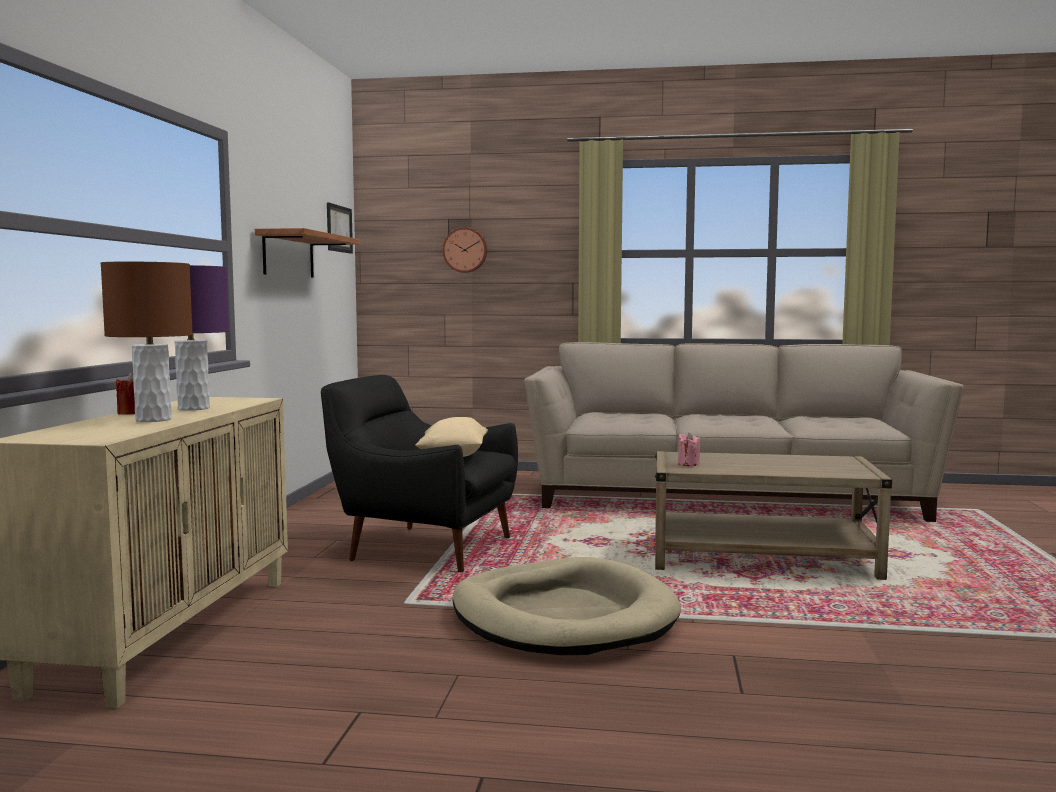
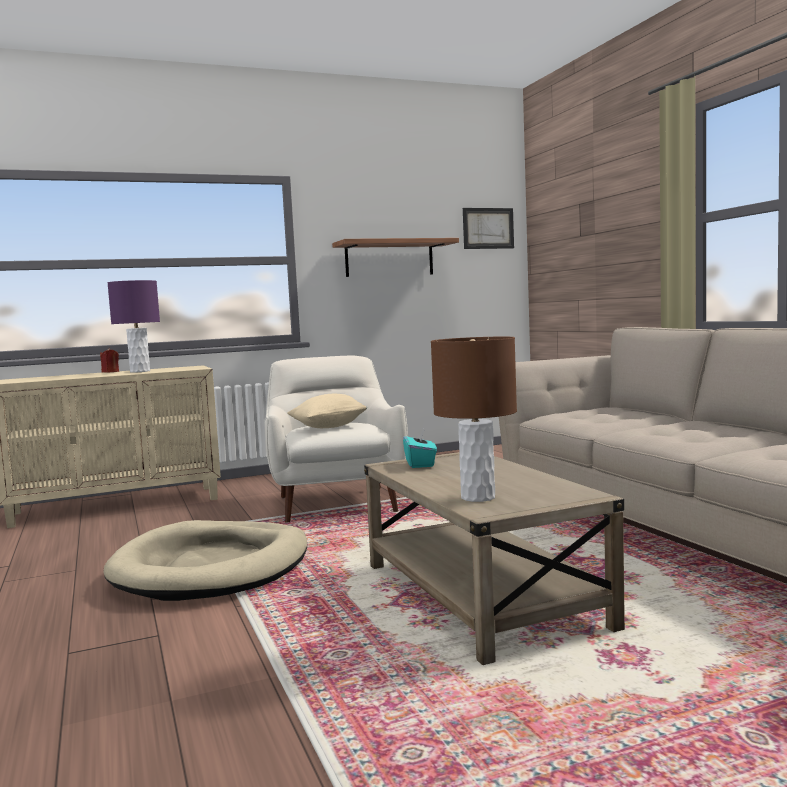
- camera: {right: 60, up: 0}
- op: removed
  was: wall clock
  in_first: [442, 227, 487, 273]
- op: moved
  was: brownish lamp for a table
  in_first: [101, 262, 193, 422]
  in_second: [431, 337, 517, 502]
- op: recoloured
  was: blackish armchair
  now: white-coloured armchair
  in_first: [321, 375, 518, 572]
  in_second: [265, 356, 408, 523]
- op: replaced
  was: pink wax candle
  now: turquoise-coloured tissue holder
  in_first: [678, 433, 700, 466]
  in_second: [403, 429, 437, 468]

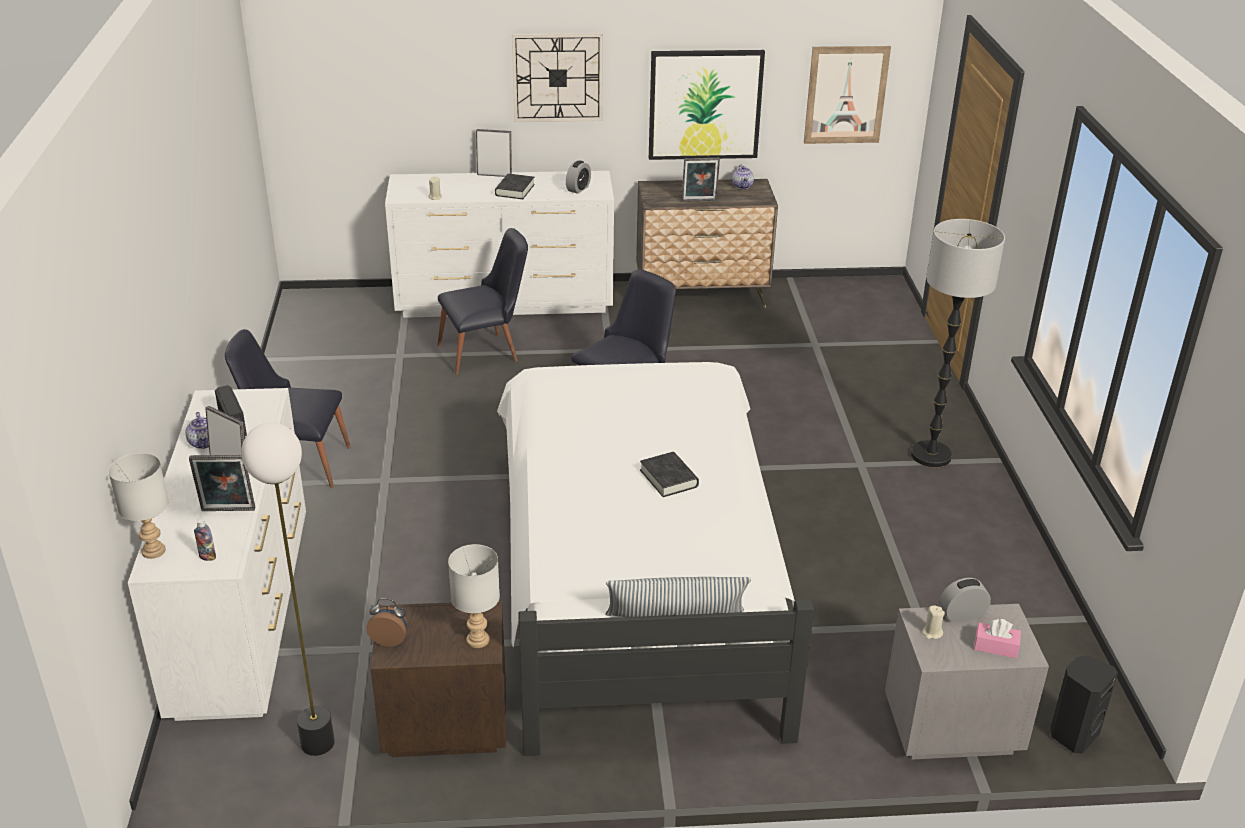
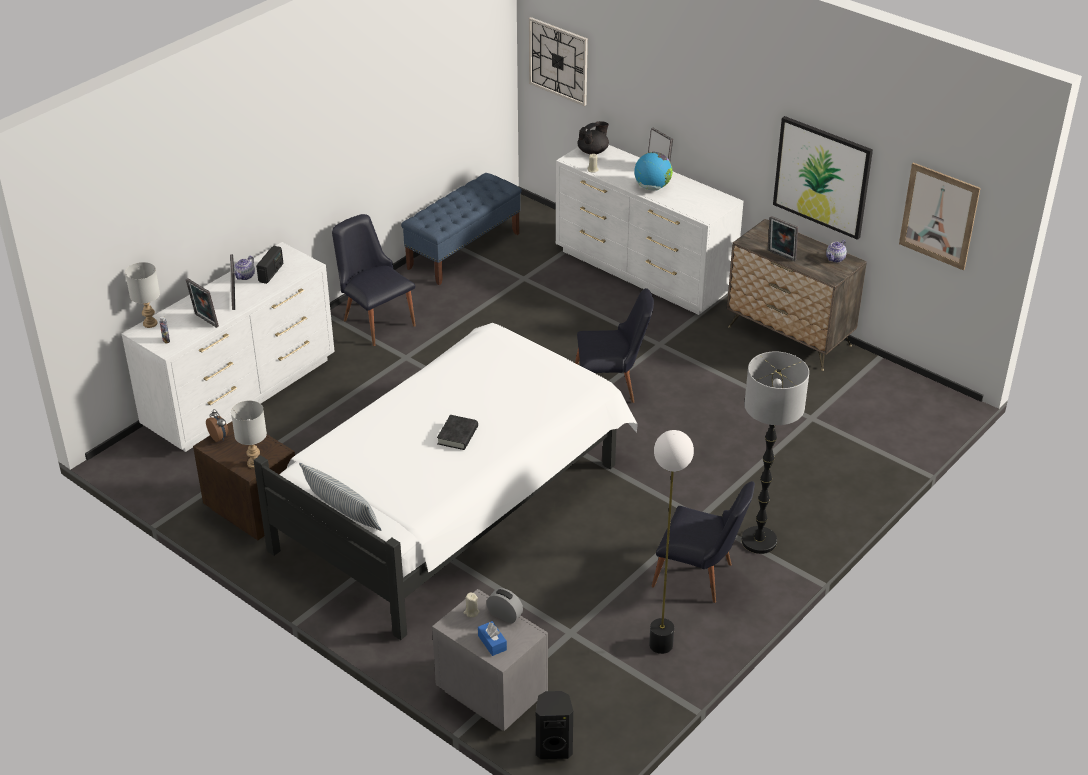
- camera: {right: 45, up: 5}
- op: moved
  was: wall clock
  in_first: [512, 33, 603, 122]
  in_second: [529, 17, 588, 106]
- op: removed
  was: table clock
  in_first: [566, 160, 591, 194]
- op: replaced
  was: blackish volume
  now: globe
  in_first: [495, 174, 535, 199]
  in_second: [634, 152, 673, 191]
- op: moved
  was: blackish upright chair
  in_first: [437, 228, 528, 375]
  in_second: [652, 481, 755, 603]
- op: moved
  was: floor lamp
  in_first: [241, 422, 335, 756]
  in_second: [649, 430, 694, 654]
- op: recoloured
  was: pink tissue holder
  now: blue-coloured tissue holder
  in_first: [974, 619, 1021, 658]
  in_second: [478, 621, 507, 656]
- op: added
  now: blackish pot for tea
  in_second: [578, 121, 609, 154]
- op: added
  now: blue-coloured bench
  in_second: [401, 173, 522, 285]

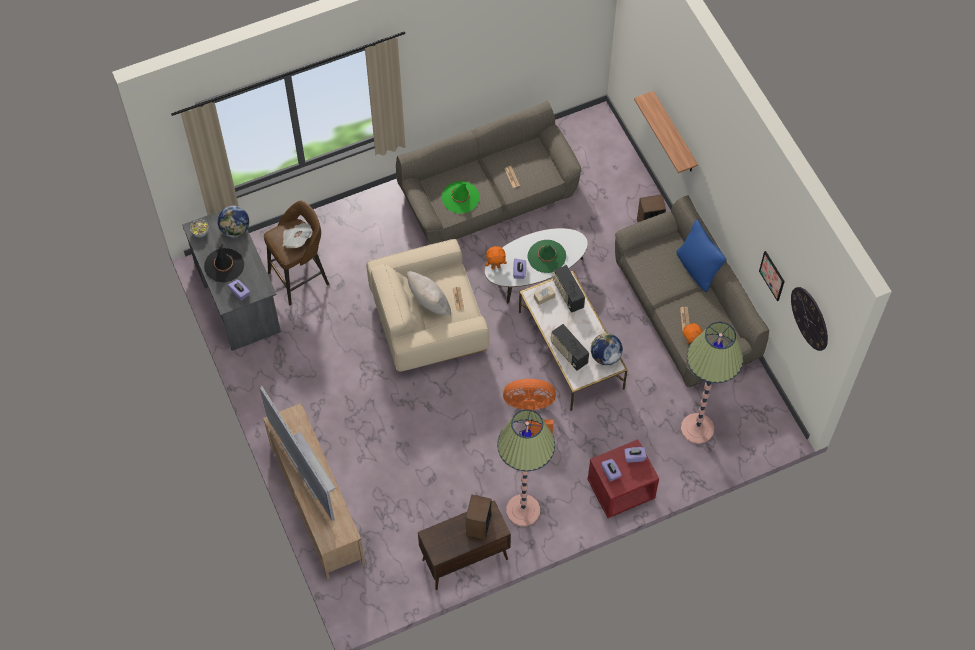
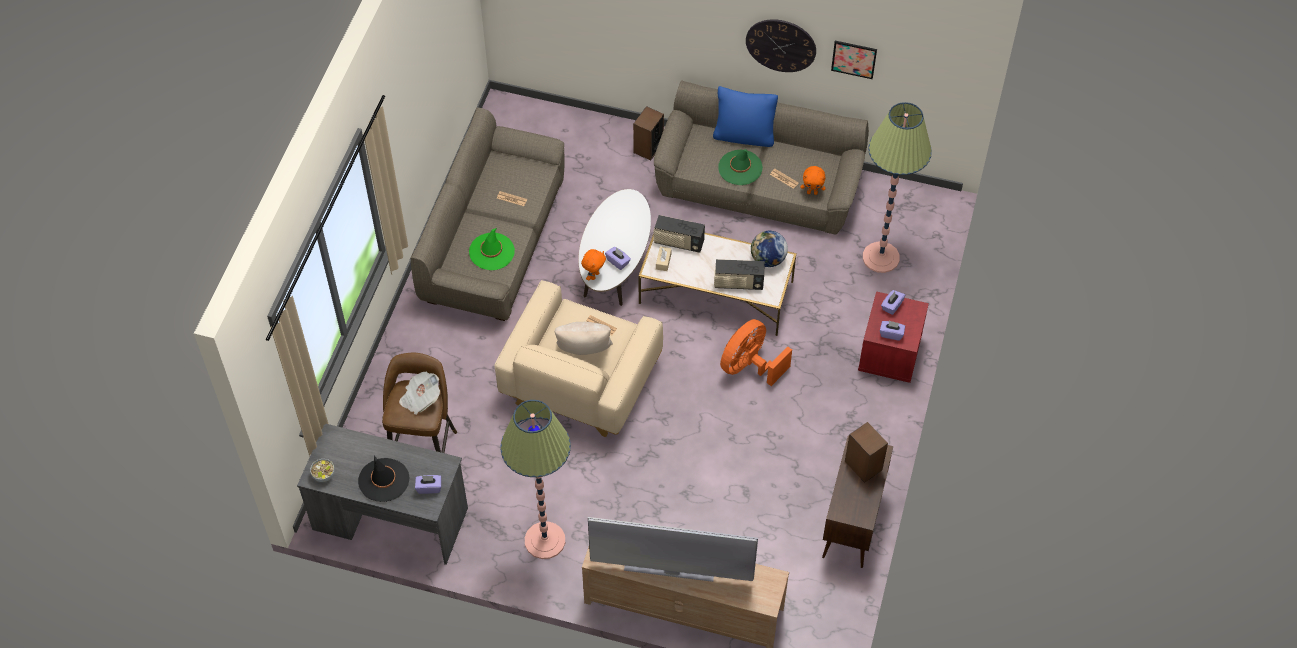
- camera: {right: -50, up: -5}
- op: removed
  was: shelf
  in_first: [634, 91, 698, 173]
- op: removed
  was: globe
  in_first: [218, 206, 249, 237]
- op: moved
  was: greenish wearable hat
  in_first: [528, 240, 566, 273]
  in_second: [718, 149, 763, 185]
- op: moved
  was: wall clock
  in_first: [791, 287, 828, 351]
  in_second: [746, 19, 816, 72]
- op: moved
  was: floor lamp
  in_first: [497, 409, 555, 526]
  in_second: [500, 400, 571, 559]

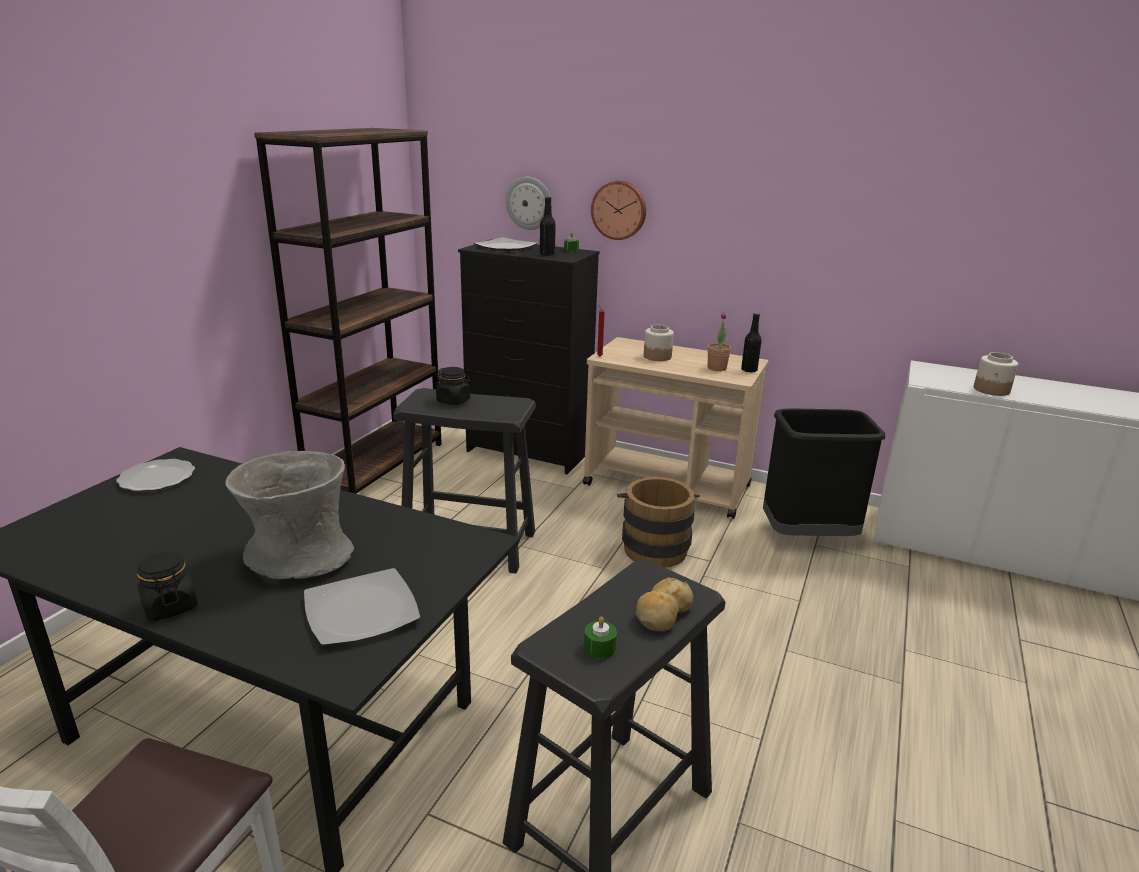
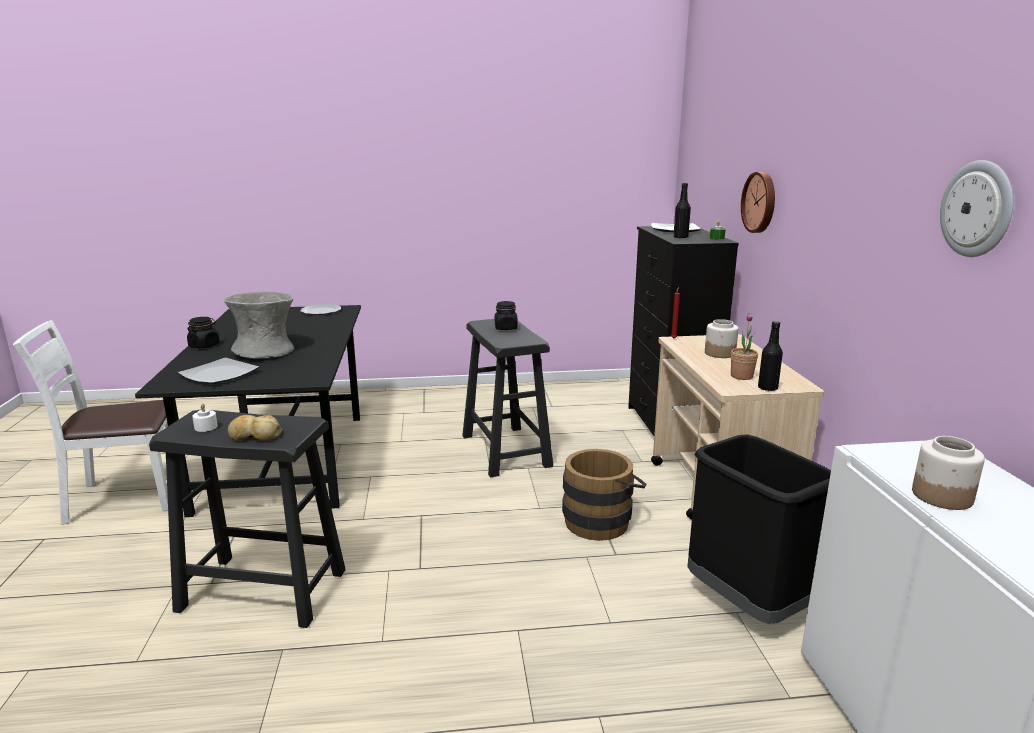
- camera: {right: 60, up: -5}
- op: removed
  was: brownish bookcase
  in_first: [254, 128, 442, 494]
- op: moved
  was: wall clock
  in_first: [506, 177, 552, 230]
  in_second: [940, 160, 1014, 257]
- op: recoloured
  was: greenish wax candle
  now: white-coloured wax candle
  in_first: [584, 616, 617, 659]
  in_second: [192, 404, 218, 432]

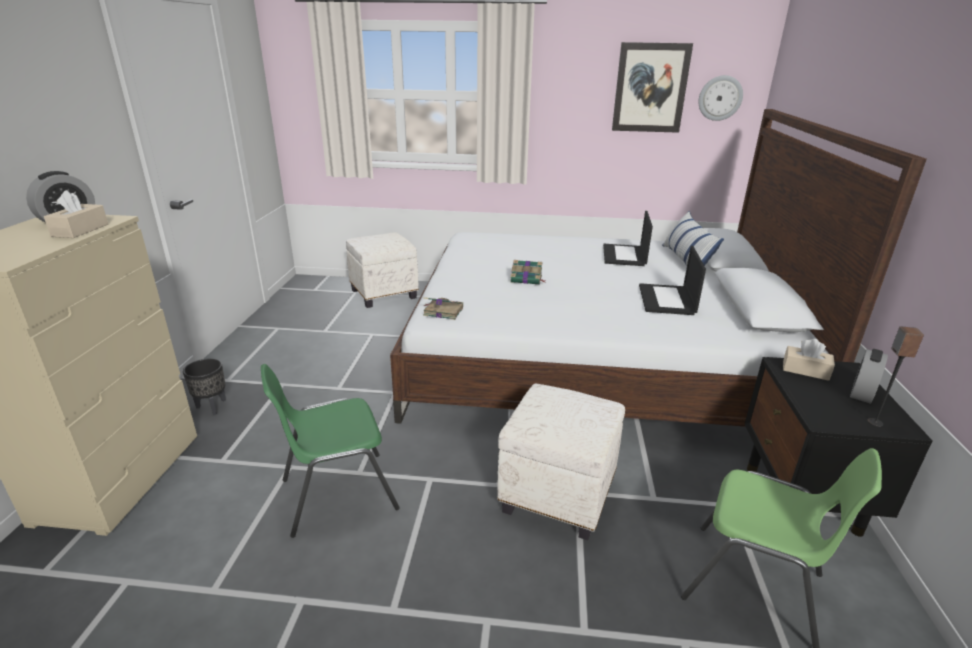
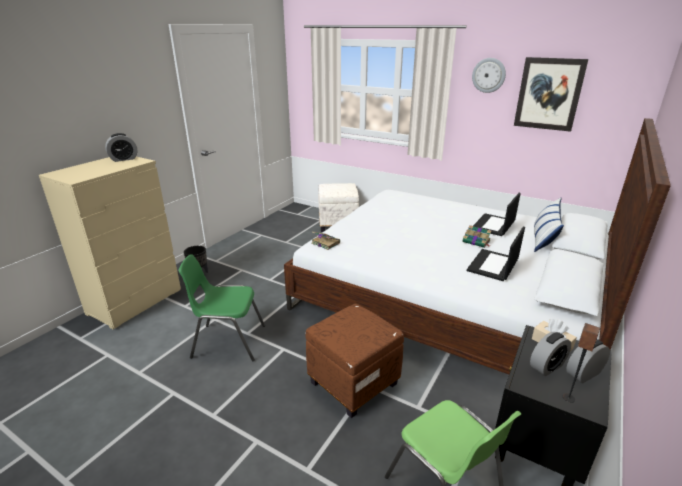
- camera: {right: 25, up: 0}
- op: moved
  was: wall clock
  in_first: [698, 75, 743, 121]
  in_second: [472, 58, 506, 93]
- op: removed
  was: sand-coloured tissue holder
  in_first: [44, 190, 108, 238]
- op: moved
  was: volume
  in_first: [510, 260, 545, 285]
  in_second: [463, 225, 491, 248]
- op: recoloured
  was: white-coloured footrest
  now: brownish footrest
  in_first: [497, 384, 625, 540]
  in_second: [306, 304, 404, 418]
- op: added
  now: table clock
  in_second: [530, 332, 571, 376]

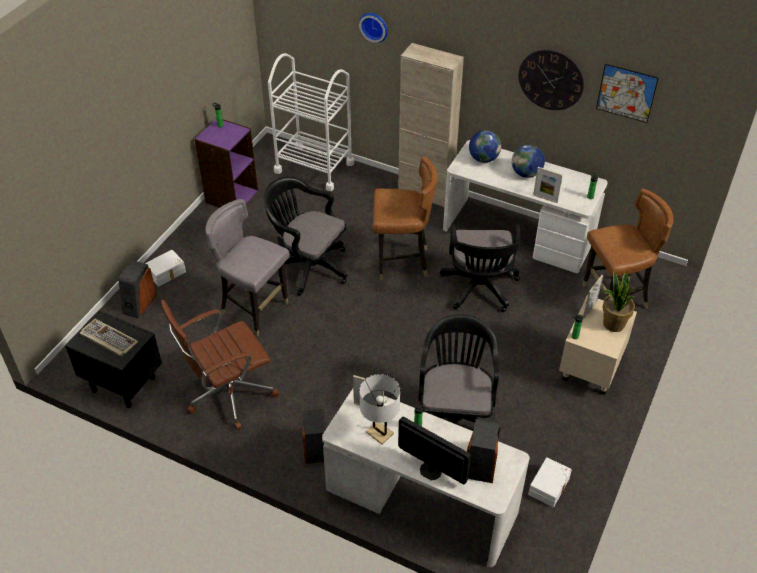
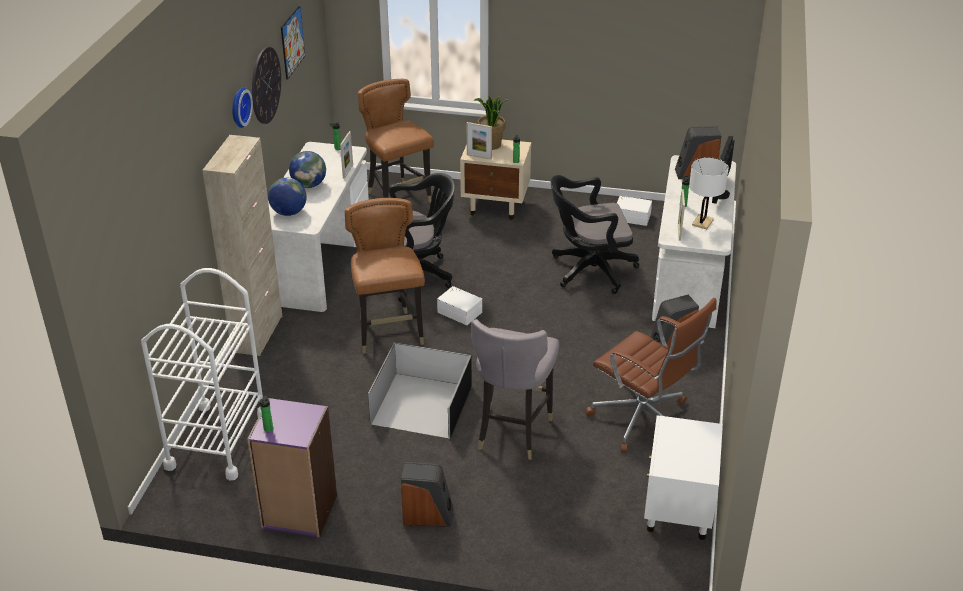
- camera: {right: -105, up: -10}
- op: moved
  was: wall clock
  in_first: [359, 13, 388, 43]
  in_second: [232, 87, 253, 128]
- op: replaced
  was: blackish office chair
  now: blackish storage bin
  in_first: [264, 176, 348, 296]
  in_second: [368, 342, 472, 439]
- op: moved
  was: white-coloured storage bin
  in_first: [145, 250, 186, 286]
  in_second: [437, 286, 482, 325]
- op: moved
  was: loudspeaker
  in_first: [119, 260, 157, 319]
  in_second: [401, 462, 454, 527]
- op: recoloured
  was: blackish nightstand
  now: white-coloured nightstand
  in_first: [65, 310, 162, 408]
  in_second: [644, 415, 723, 540]
- op: removed
  was: keyboard
  in_first: [80, 319, 138, 357]

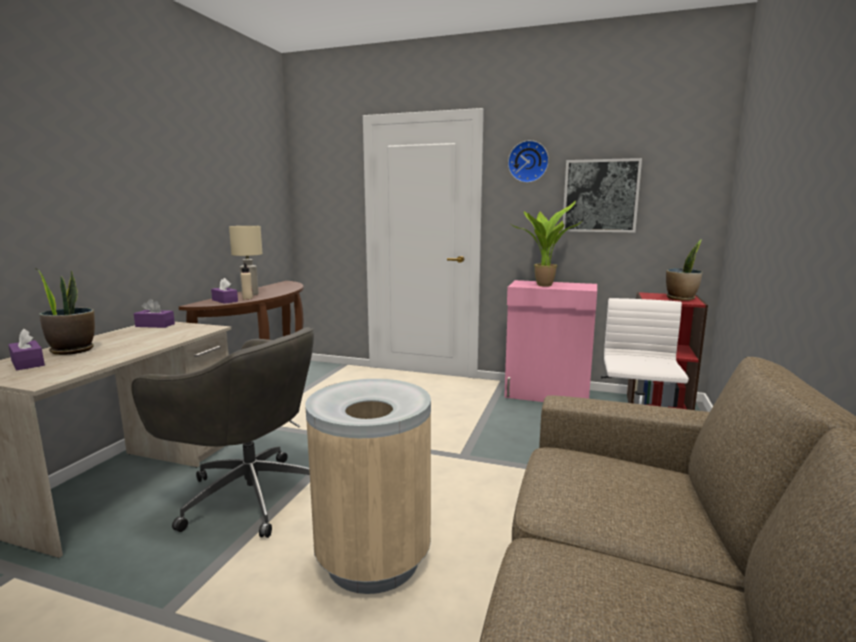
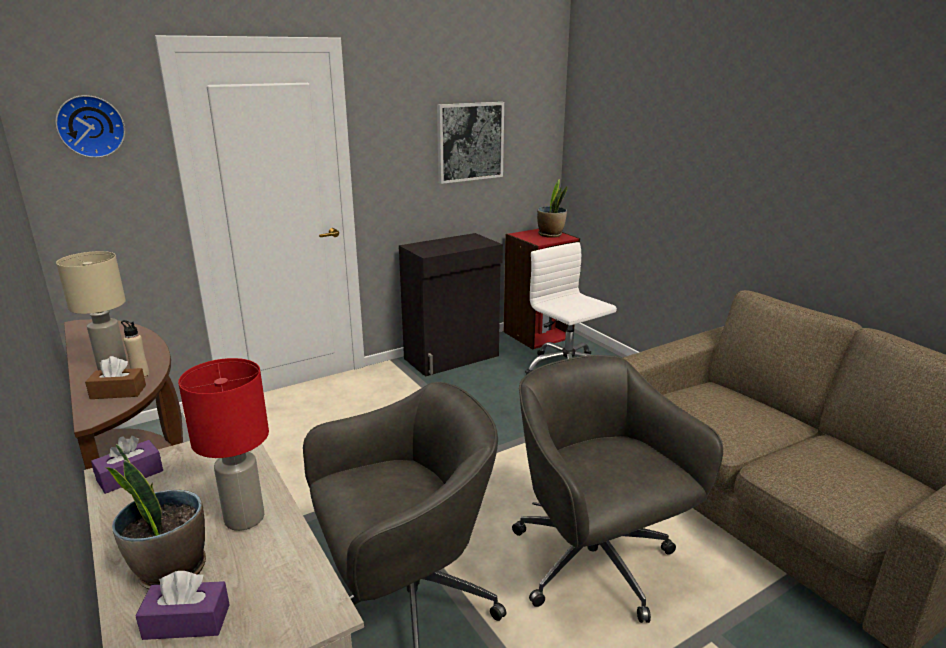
- camera: {right: -50, up: 10}
- op: moved
  was: wall clock
  in_first: [508, 140, 549, 183]
  in_second: [55, 95, 125, 158]
- op: removed
  was: houseplant
  in_first: [511, 201, 583, 287]
- op: recoloured
  was: purple tissue holder
  now: brownish tissue holder
  in_first: [211, 278, 238, 304]
  in_second: [85, 356, 146, 399]
- op: recoloured
  was: pink cabinet
  now: blackish cabinet
  in_first: [504, 280, 597, 402]
  in_second: [399, 233, 503, 376]
- op: replaced
  was: sand-coloured trash can
  now: gray office chair
  in_first: [305, 379, 431, 594]
  in_second: [512, 355, 723, 623]
- op: added
  now: reddish lamp for a table
  in_second: [178, 358, 269, 531]

